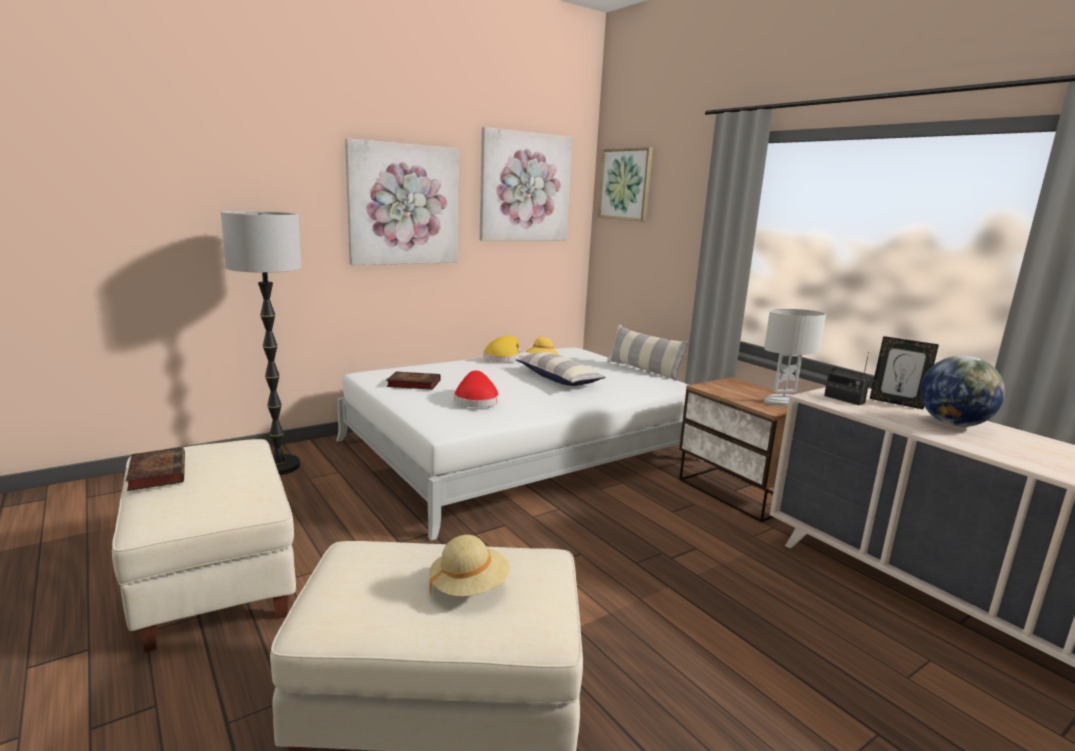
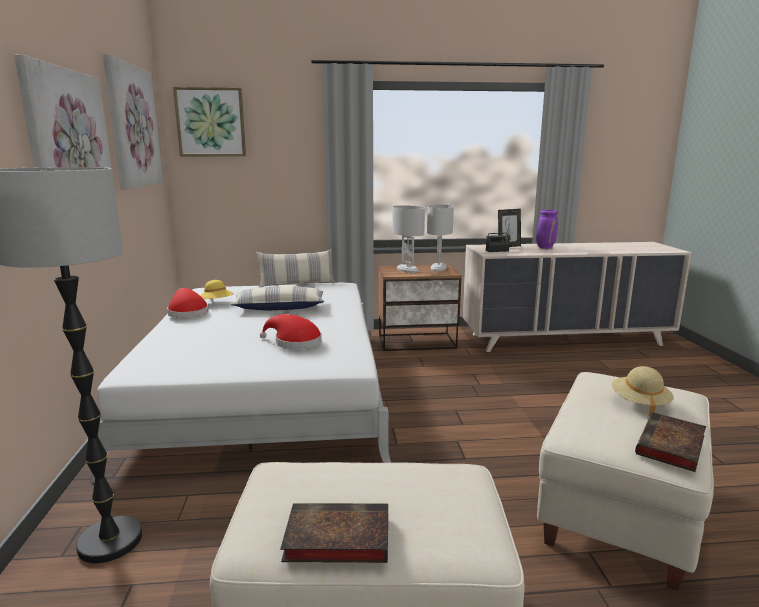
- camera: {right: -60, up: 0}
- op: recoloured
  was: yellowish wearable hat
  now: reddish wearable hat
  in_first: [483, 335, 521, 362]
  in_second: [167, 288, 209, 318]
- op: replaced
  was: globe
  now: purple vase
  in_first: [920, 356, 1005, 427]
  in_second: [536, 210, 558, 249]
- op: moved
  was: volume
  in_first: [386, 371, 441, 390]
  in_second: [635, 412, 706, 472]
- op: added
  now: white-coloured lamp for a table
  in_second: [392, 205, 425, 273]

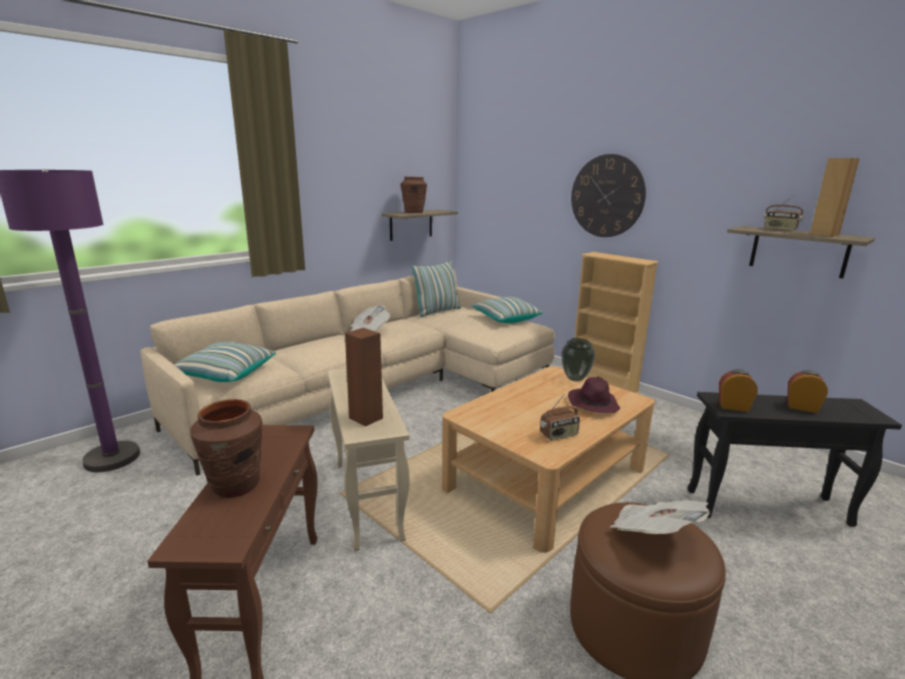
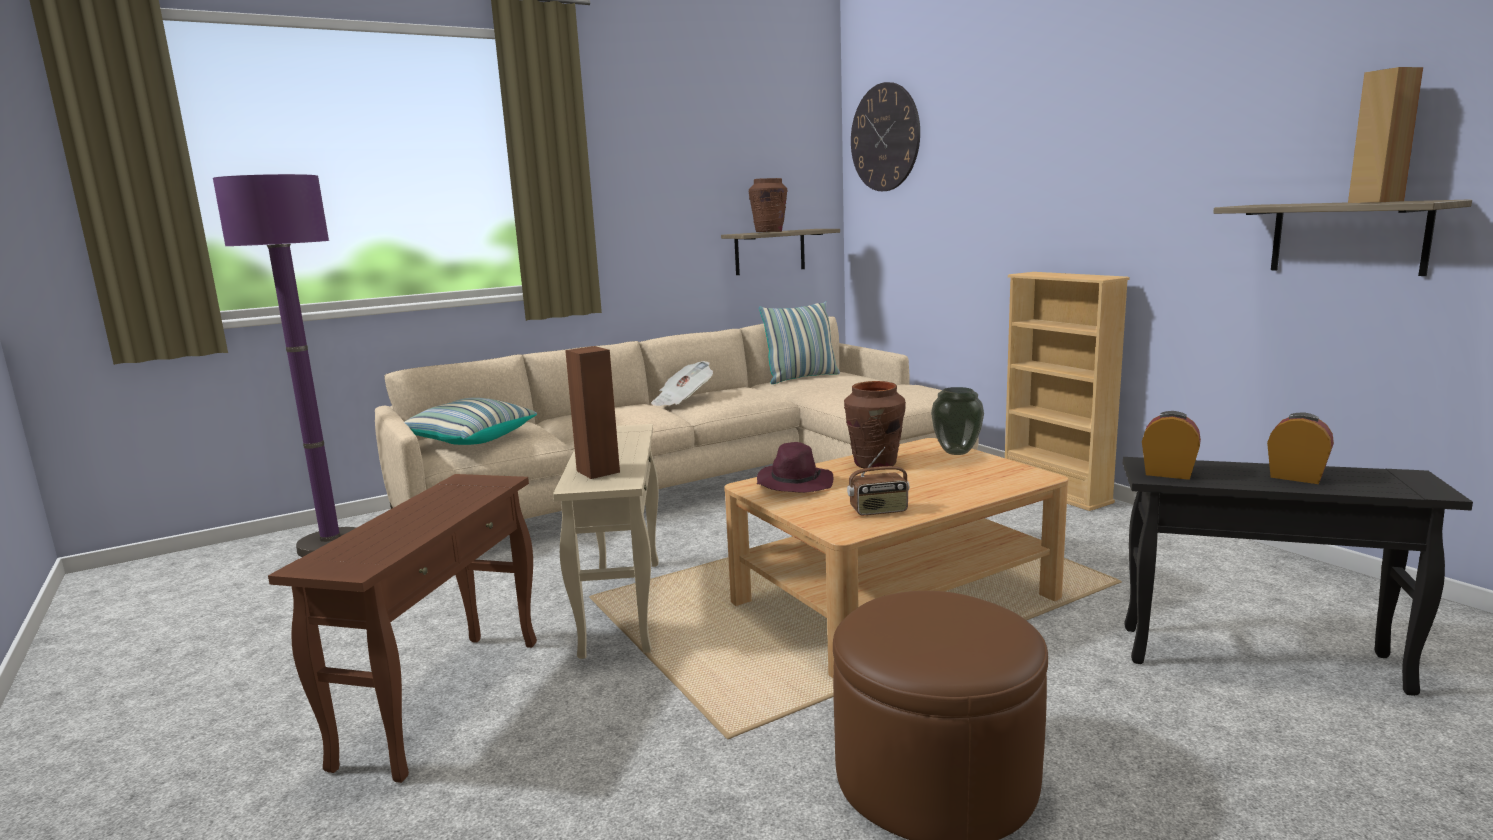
- camera: {right: 15, up: -5}
- op: moved
  was: wall clock
  in_first: [571, 154, 646, 237]
  in_second: [851, 82, 920, 191]
- op: removed
  was: radio receiver
  in_first: [764, 195, 803, 231]
- op: removed
  was: throw pillow
  in_first: [471, 297, 544, 323]
- op: moved
  was: purple wearable hat
  in_first: [568, 377, 620, 413]
  in_second: [757, 442, 833, 493]
- op: moved
  was: brownish vase
  in_first: [190, 399, 263, 498]
  in_second: [844, 381, 906, 468]
- op: removed
  was: newspaper
  in_first: [610, 500, 710, 534]

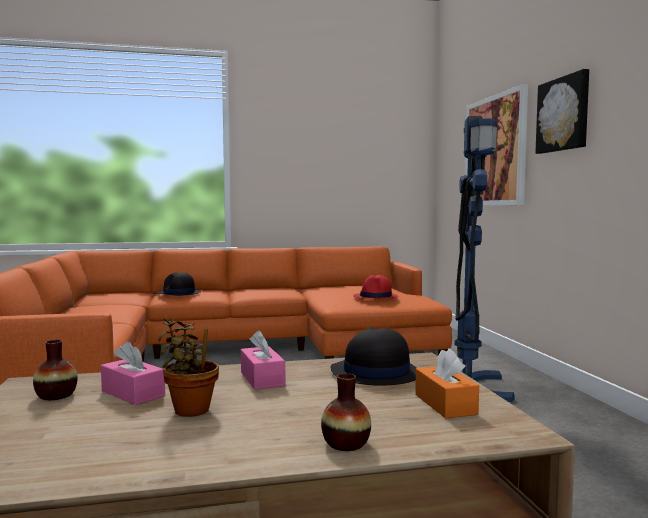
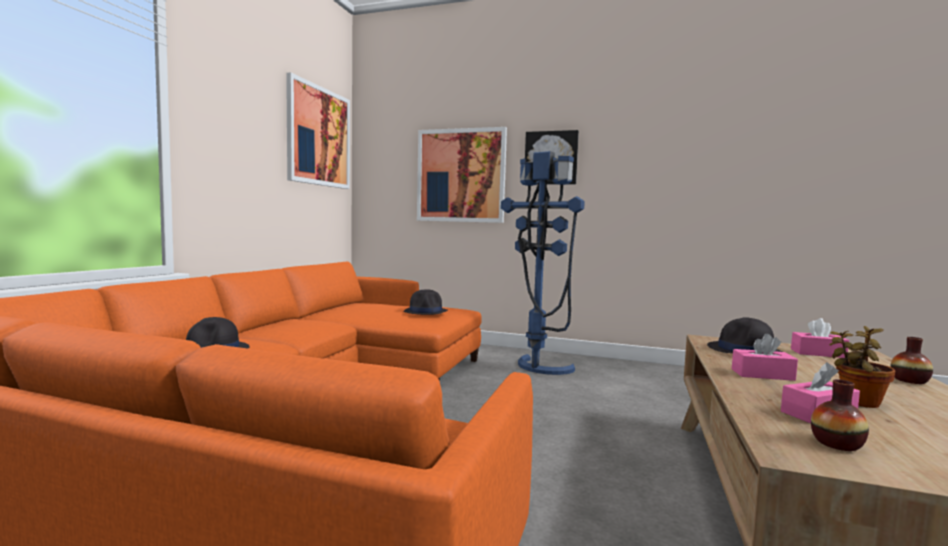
- camera: {right: -60, up: 0}
- op: recoloured
  was: reddish wearable hat
  now: blackish wearable hat
  in_first: [353, 275, 398, 299]
  in_second: [403, 290, 448, 315]
- op: recoloured
  was: orangey tissue holder
  now: pink tissue holder
  in_first: [415, 348, 479, 419]
  in_second: [791, 318, 849, 358]
- op: added
  now: picture
  in_second: [286, 72, 350, 189]

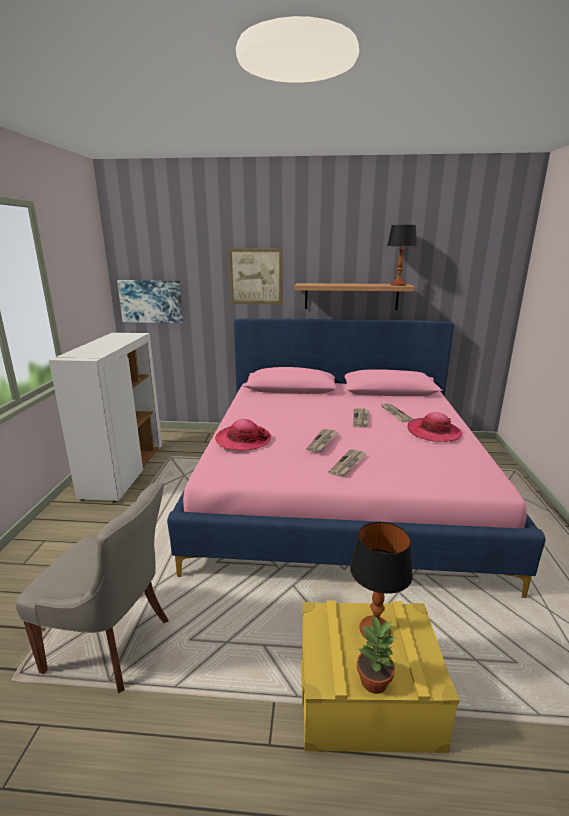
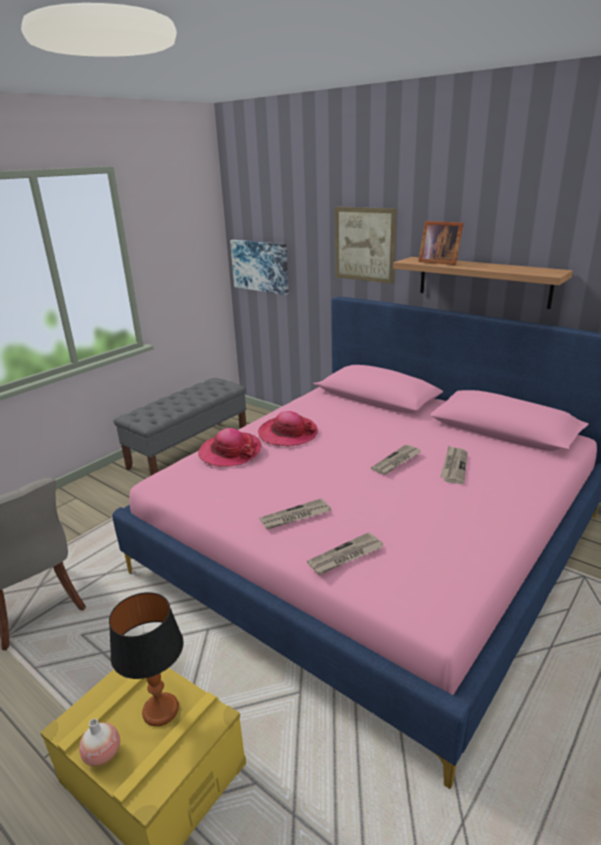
- camera: {right: 35, up: 5}
- op: removed
  was: lamp for a table
  in_first: [387, 225, 417, 286]
- op: replaced
  was: white-coloured cabinet
  now: gray bench
  in_first: [49, 333, 162, 502]
  in_second: [113, 378, 246, 476]
- op: moved
  was: wearable hat
  in_first: [407, 412, 462, 442]
  in_second: [258, 411, 318, 446]
- op: moved
  was: newspaper
  in_first: [306, 429, 338, 452]
  in_second: [307, 532, 383, 575]
- op: replaced
  was: houseplant
  now: vase
  in_first: [357, 615, 395, 694]
  in_second: [79, 719, 120, 767]
- op: added
  now: photo frame
  in_second: [418, 221, 464, 265]

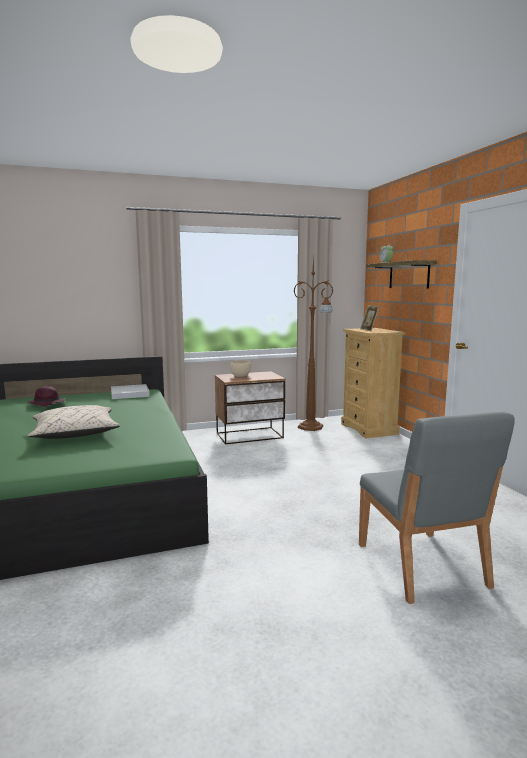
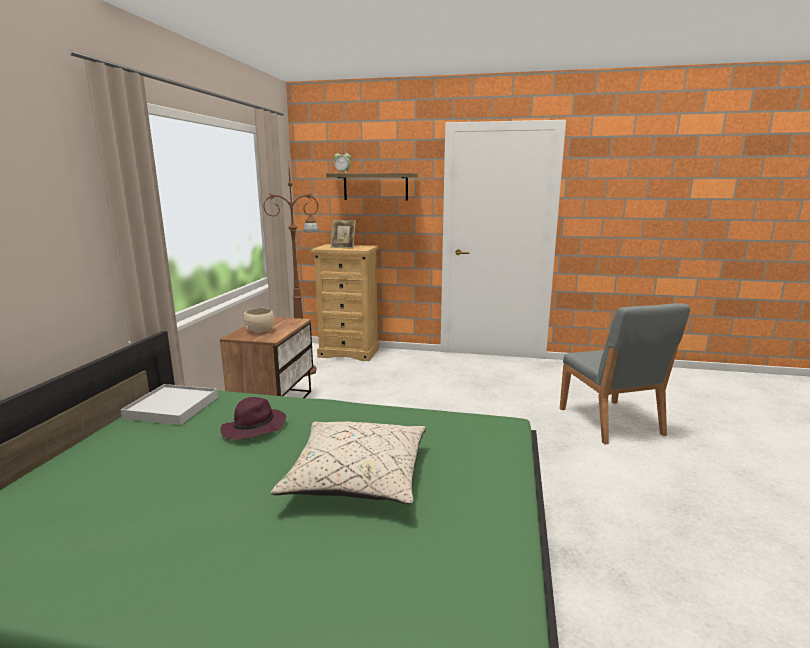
- camera: {right: -60, up: 5}
- op: moved
  was: purple wearable hat
  in_first: [27, 386, 67, 407]
  in_second: [221, 397, 286, 440]
- op: turned
  was: gray upright chair
  in_first: [359, 412, 515, 604]
  in_second: [560, 303, 690, 445]
  clockwise: 60

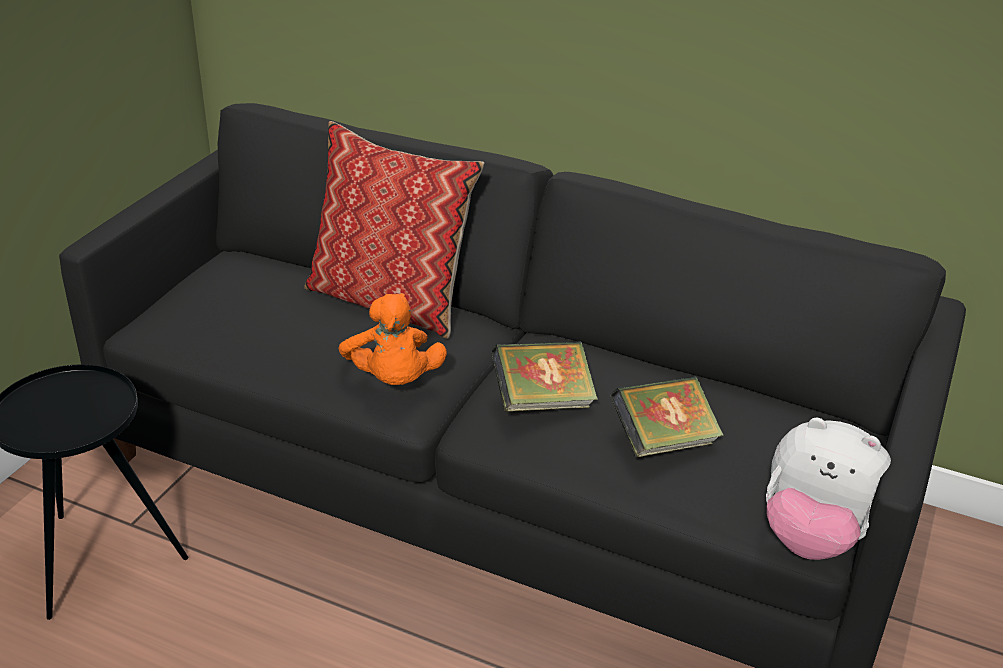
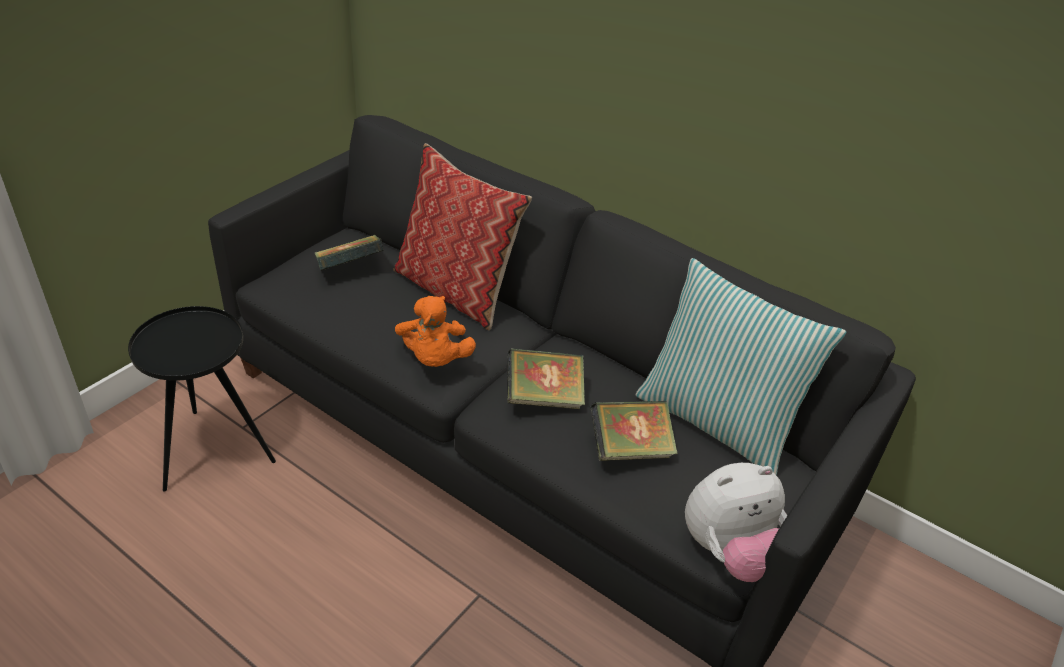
- camera: {right: 10, up: 5}
- op: turned
  was: plush toy
  in_first: [766, 418, 891, 560]
  in_second: [685, 463, 787, 582]
  clockwise: -60
- op: added
  now: volume
  in_second: [315, 235, 384, 270]
- op: added
  now: throw pillow
  in_second: [635, 258, 847, 476]

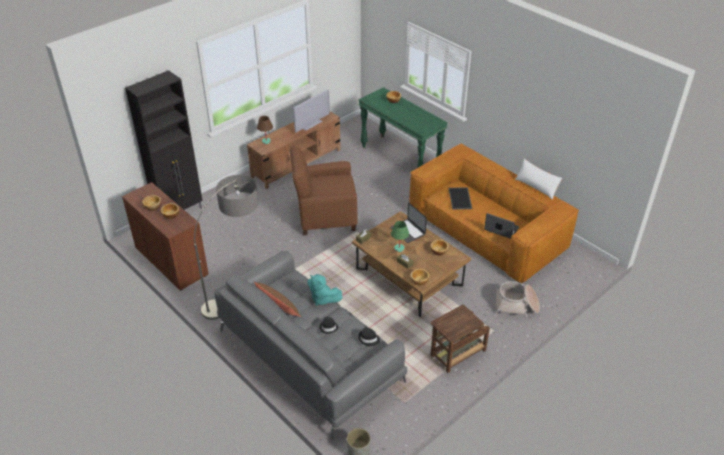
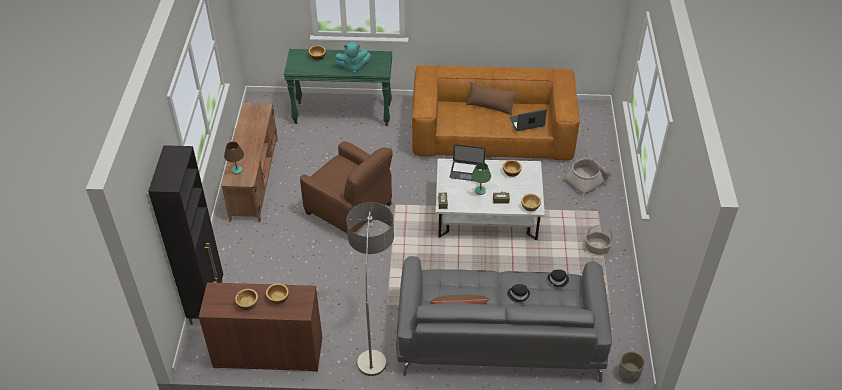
- camera: {right: -45, up: 5}
- op: removed
  was: TV
  in_first: [293, 89, 330, 133]
- op: turned
  was: brownish armchair
  in_first: [290, 147, 358, 235]
  in_second: [300, 141, 393, 235]
  clockwise: -90
- op: removed
  was: white-coloured throw pillow
  in_first: [515, 159, 562, 200]
- op: removed
  was: tray
  in_first: [449, 187, 472, 210]
- op: recoloured
  was: brownish coffee table
  now: white-coloured coffee table
  in_first: [352, 211, 471, 317]
  in_second: [436, 158, 545, 240]
- op: moved
  was: turquoise-coloured plush toy
  in_first: [307, 274, 343, 306]
  in_second: [335, 42, 371, 73]
- op: replaced
  was: brownish side table
  now: storage basket
  in_first: [430, 304, 490, 373]
  in_second: [585, 225, 612, 255]
- op: added
  now: brownish throw pillow
  in_second: [467, 81, 516, 115]

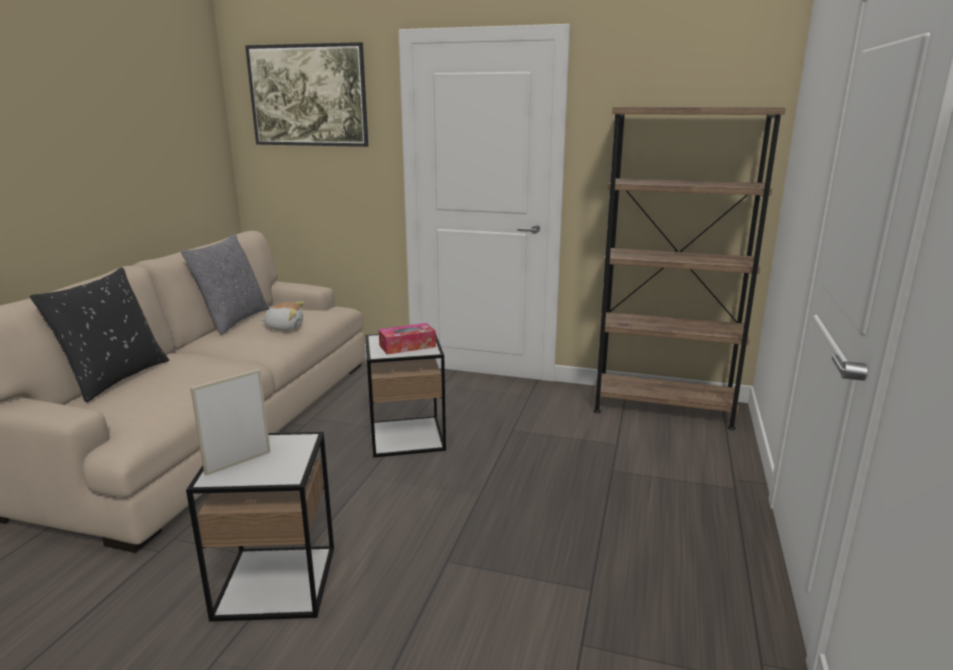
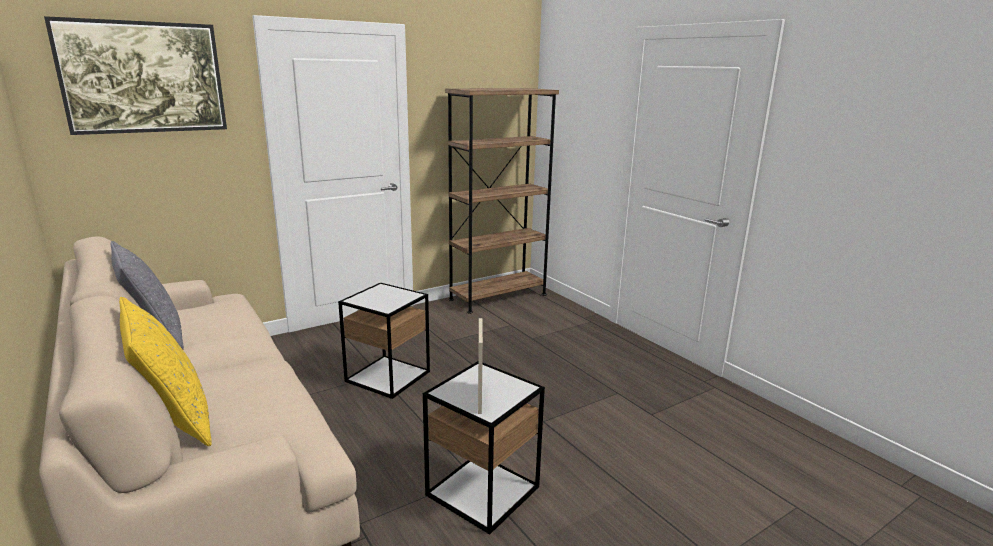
- camera: {right: -50, up: 0}
- op: recoloured
  was: blackish throw pillow
  now: yellowish throw pillow
  in_first: [30, 267, 169, 402]
  in_second: [119, 296, 212, 446]
- op: removed
  was: plush toy
  in_first: [260, 302, 304, 330]
- op: removed
  was: tissue holder
  in_first: [379, 323, 436, 355]

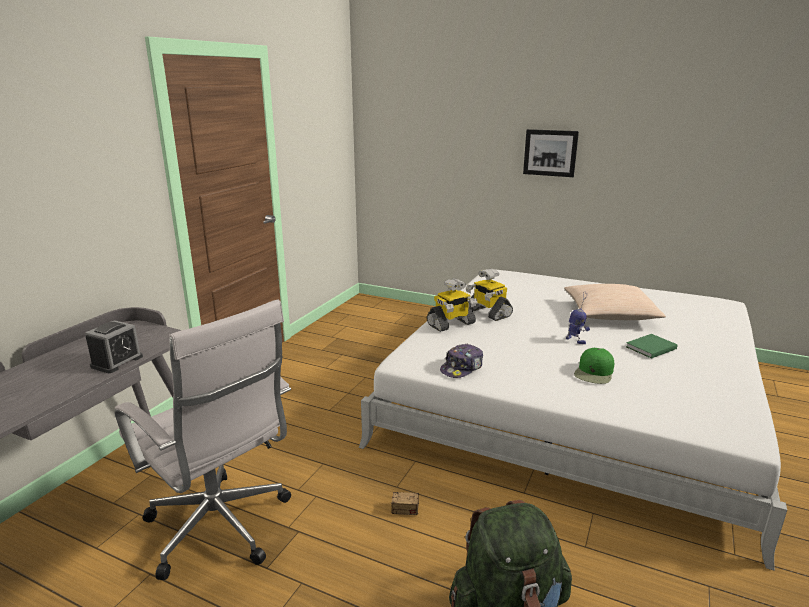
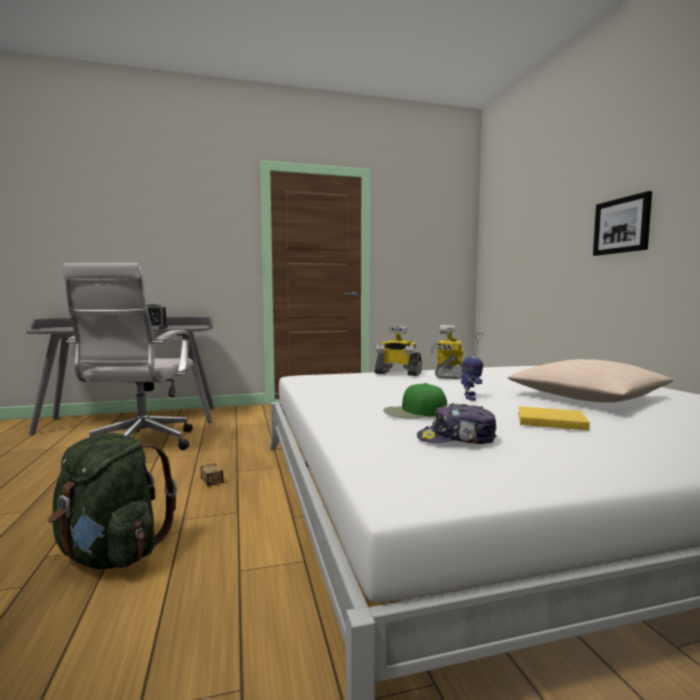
- camera: {right: 50, up: -15}
- op: recoloured
  was: greenish volume
  now: yellowish volume
  in_first: [626, 334, 678, 359]
  in_second: [518, 406, 590, 431]
- op: moved
  was: cap
  in_first: [440, 344, 483, 378]
  in_second: [417, 403, 497, 444]

